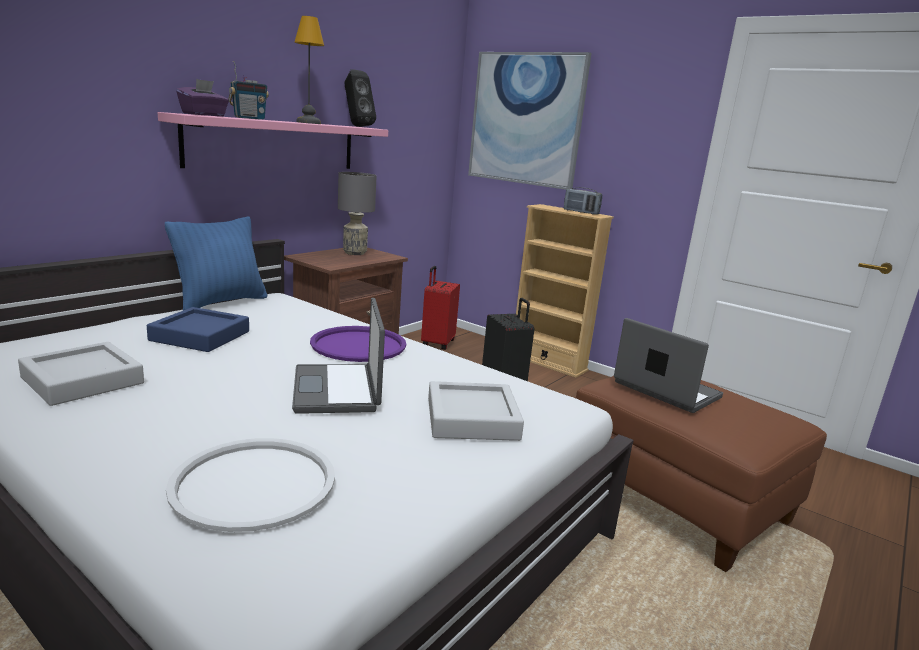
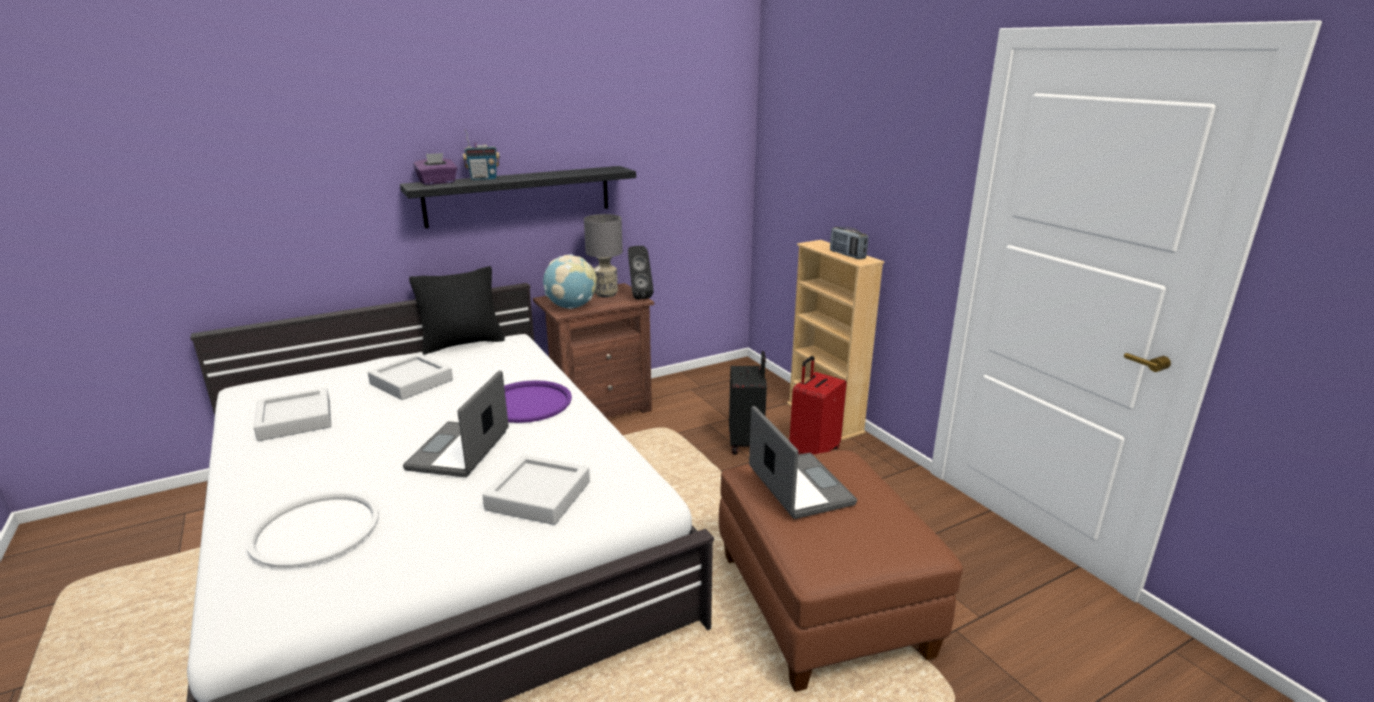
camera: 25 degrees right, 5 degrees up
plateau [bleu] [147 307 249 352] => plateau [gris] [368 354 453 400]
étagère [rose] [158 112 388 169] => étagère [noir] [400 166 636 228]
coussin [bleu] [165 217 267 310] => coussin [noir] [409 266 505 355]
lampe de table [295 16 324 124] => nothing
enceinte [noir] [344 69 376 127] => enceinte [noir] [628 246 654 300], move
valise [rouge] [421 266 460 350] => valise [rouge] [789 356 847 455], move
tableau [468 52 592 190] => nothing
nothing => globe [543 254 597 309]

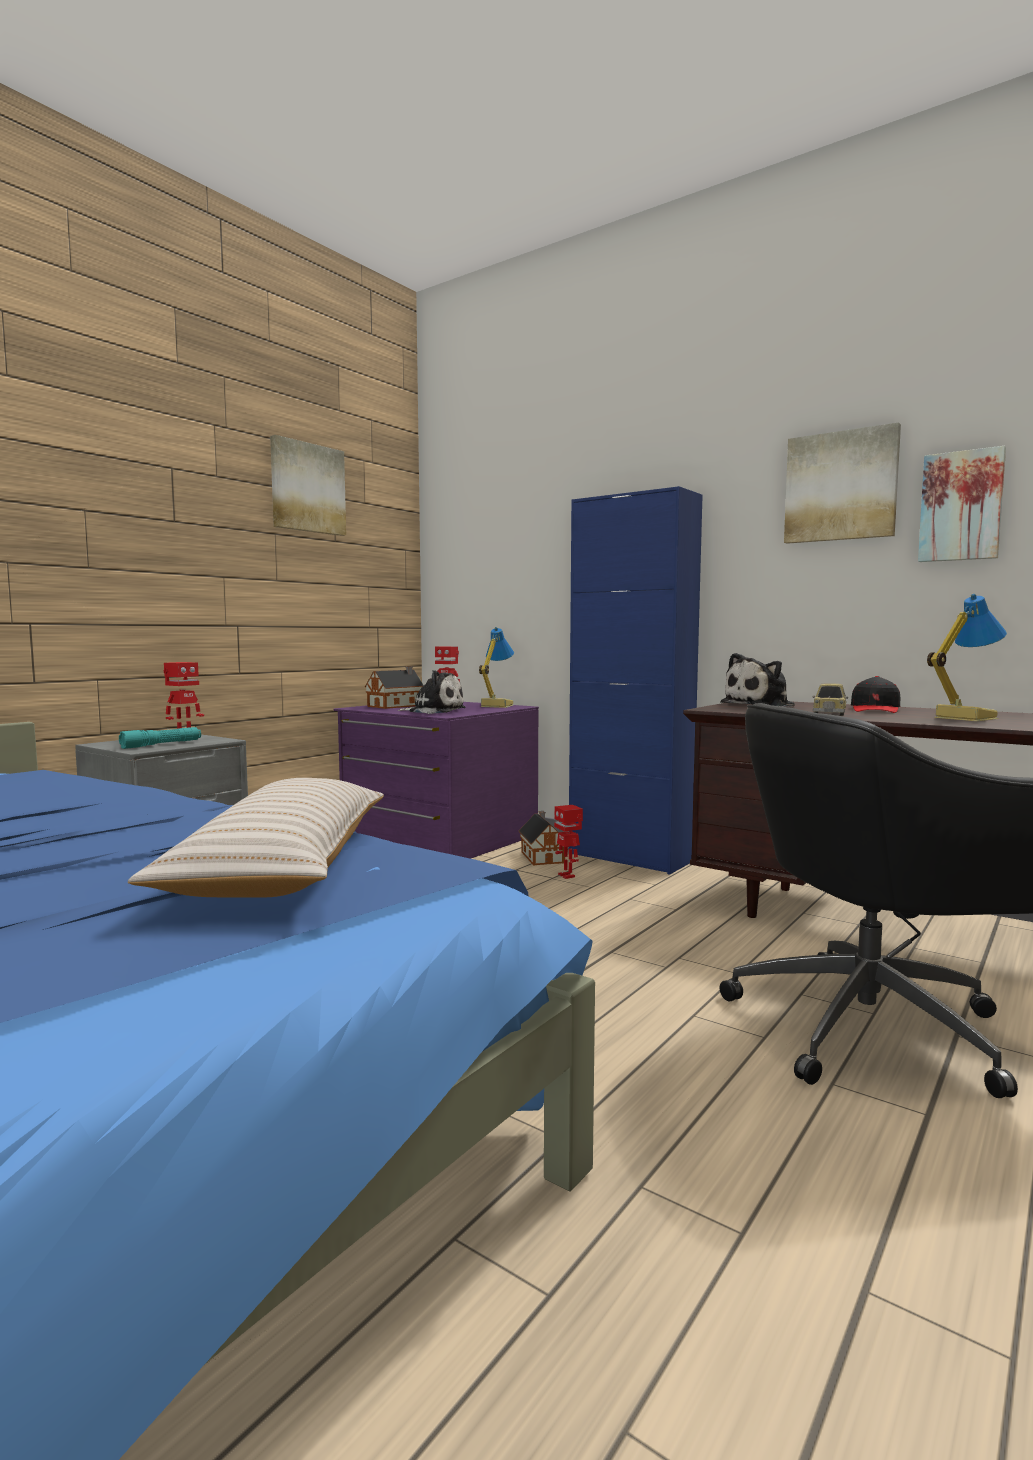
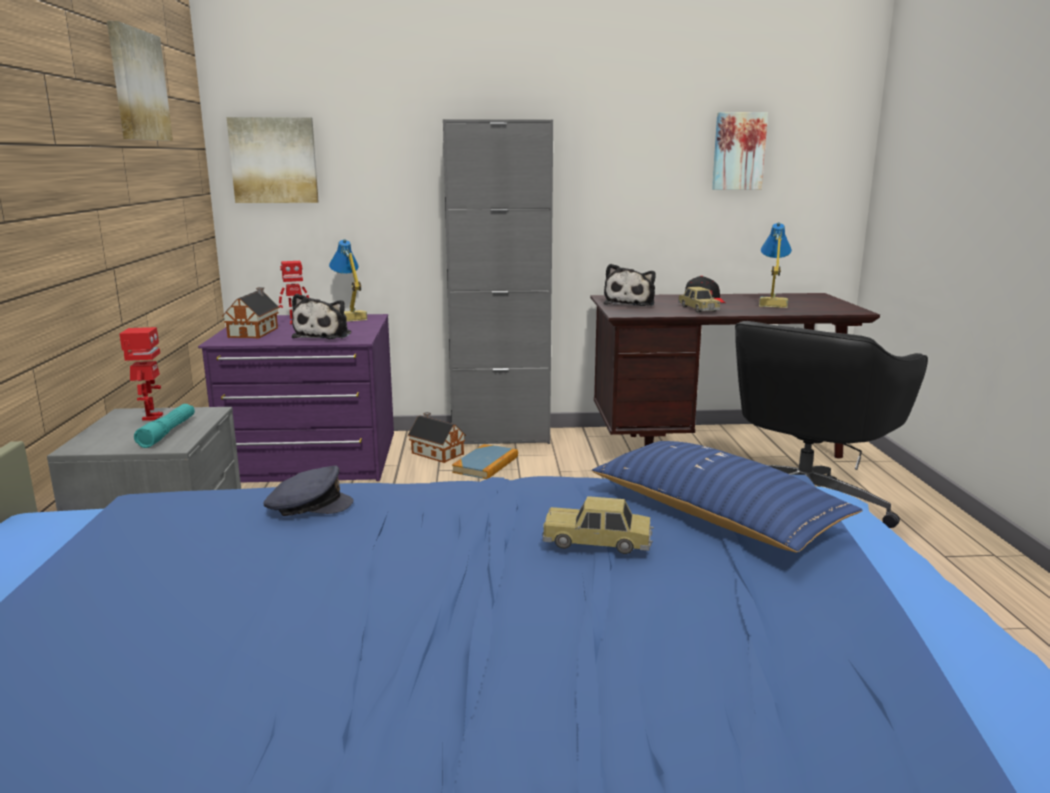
camera: 40 degrees left, 10 degrees up
coussin [beige] [128 778 384 898] => coussin [bleu] [592 441 863 552]
peluche [398 670 465 714] => peluche [292 294 351 339], 120 degrees clockwise
robot jouet [554 805 583 879] => livre [452 444 518 479]
meuble de rangement [bleu] [569 486 703 875] => meuble de rangement [gris] [443 119 553 444]
tableau [784 422 901 544] => tableau [227 117 319 203], move
nothing => casquette [gris] [263 465 353 516]
nothing => petite voiture [542 496 654 554]

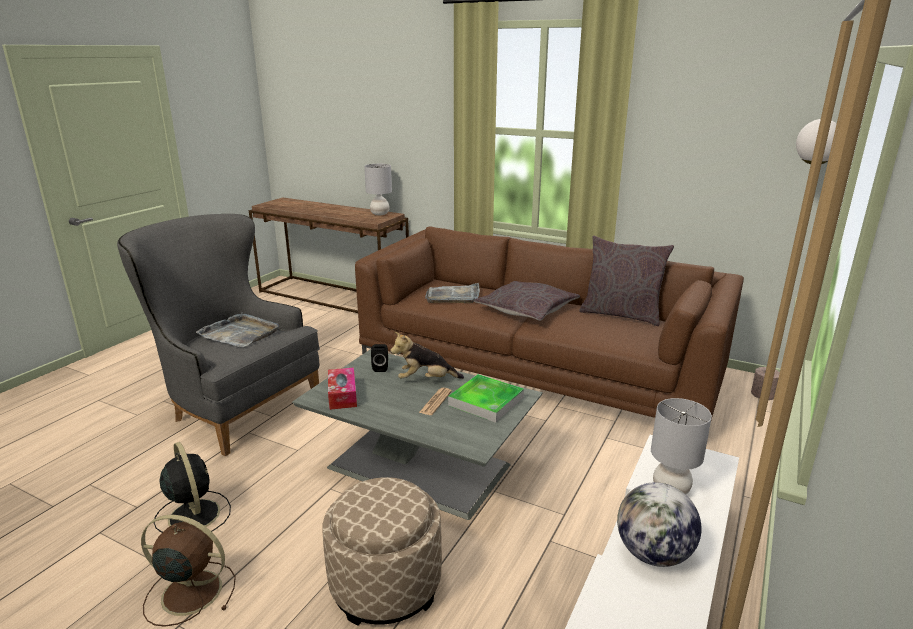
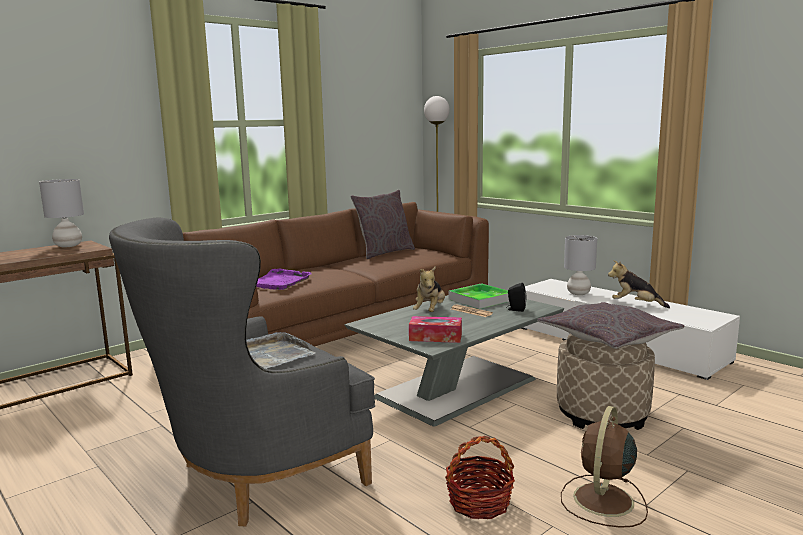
camera: 70 degrees left, 10 degrees down
ventilateur [noir] [154 442 231 533] => panier [445 436 515 519]
enceinte [noir] [371 344 388 372] => enceinte [noir] [506 283 526 312], move
plateau [gris] [425 283 480 303] => plateau [violet] [256 269 312 290]
coussin [gris] [474 281 580 321] => coussin [gris] [537 302 685 349], move
globe [617 482 701 567] => peluche [608 260 670 308]

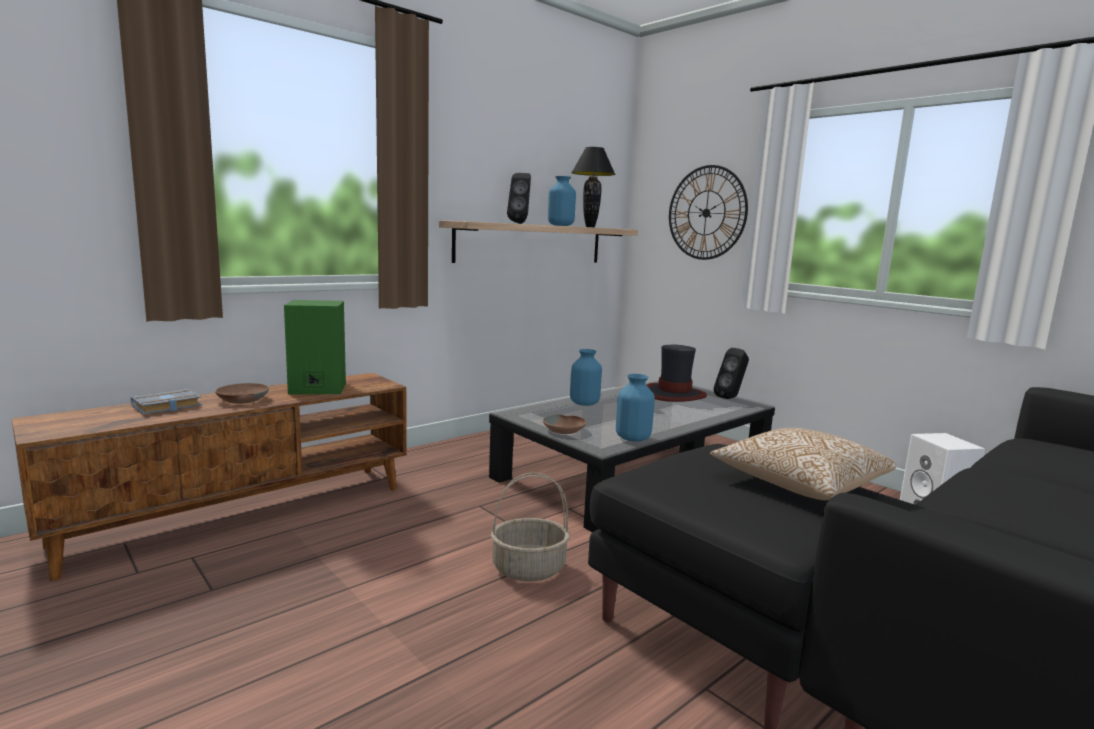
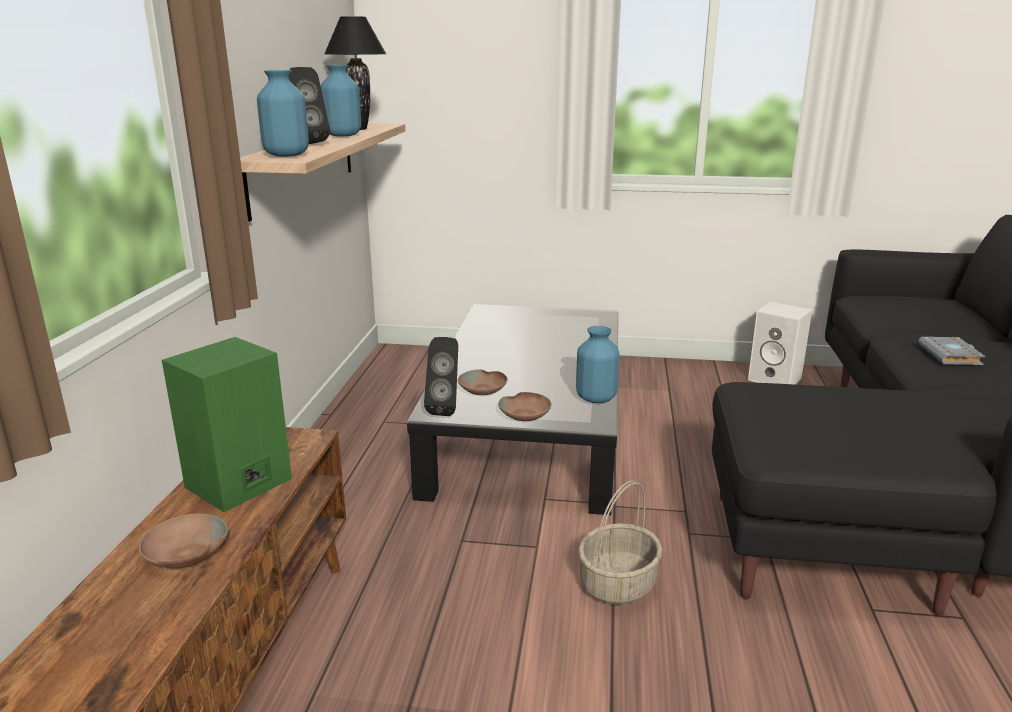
camera: 40 degrees left, 10 degrees up
livre [gris] [131 389 202 415] => livre [gris] [918 336 985 365], move
vase [bleu] [570 349 602 406] => vase [bleu] [257 70 309 157], move
chapeau [646 345 707 402] => nothing
horloge murale [669 165 748 260] => nothing
coussin [710 428 896 500] => nothing
enceinte [noir] [714 348 749 399] => enceinte [noir] [424 337 458 416], move
nothing => bol [marron] [458 369 507 395]

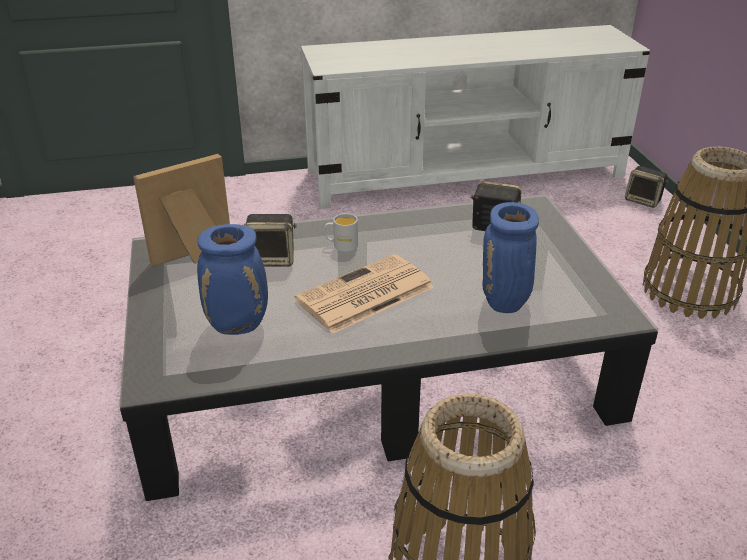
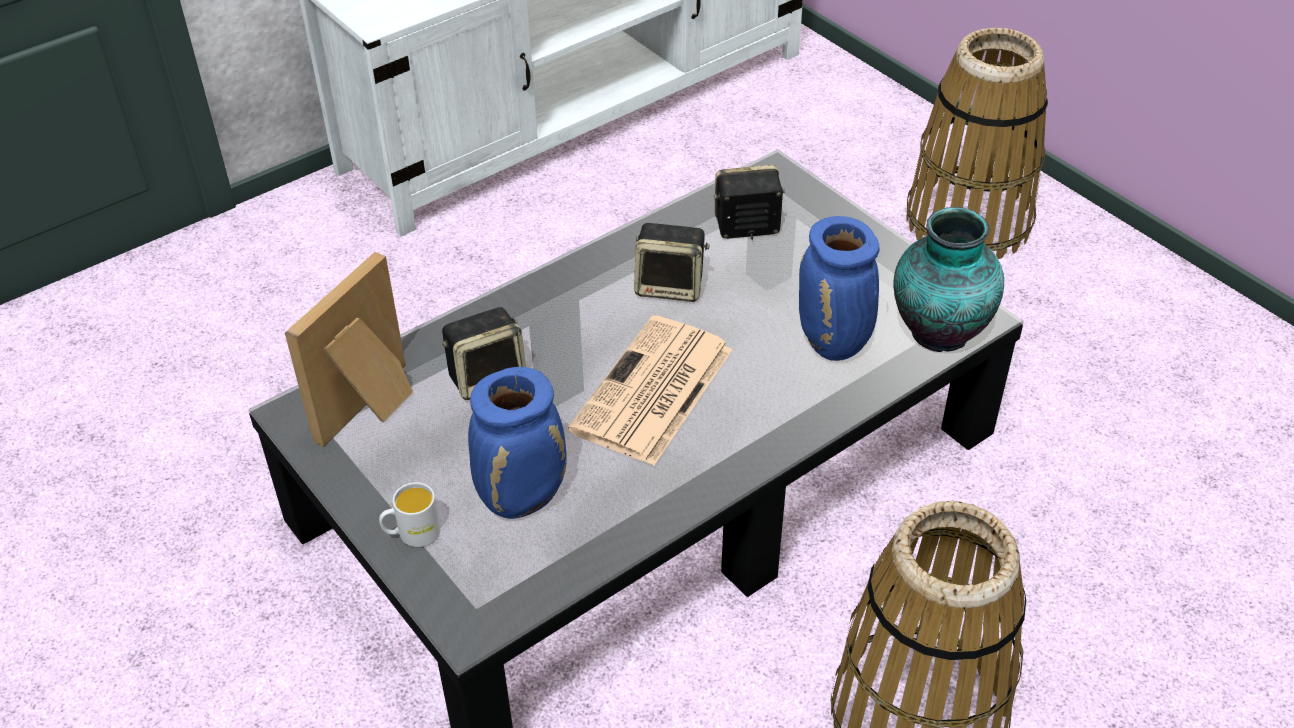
camera: 25 degrees left, 10 degrees up
mug [blanc] [324 213 358 252] => mug [blanc] [379 482 440 547], move
enceinte [625 166 669 208] => enceinte [634 223 709 302], move
nothing => vase [893 207 1004 352]

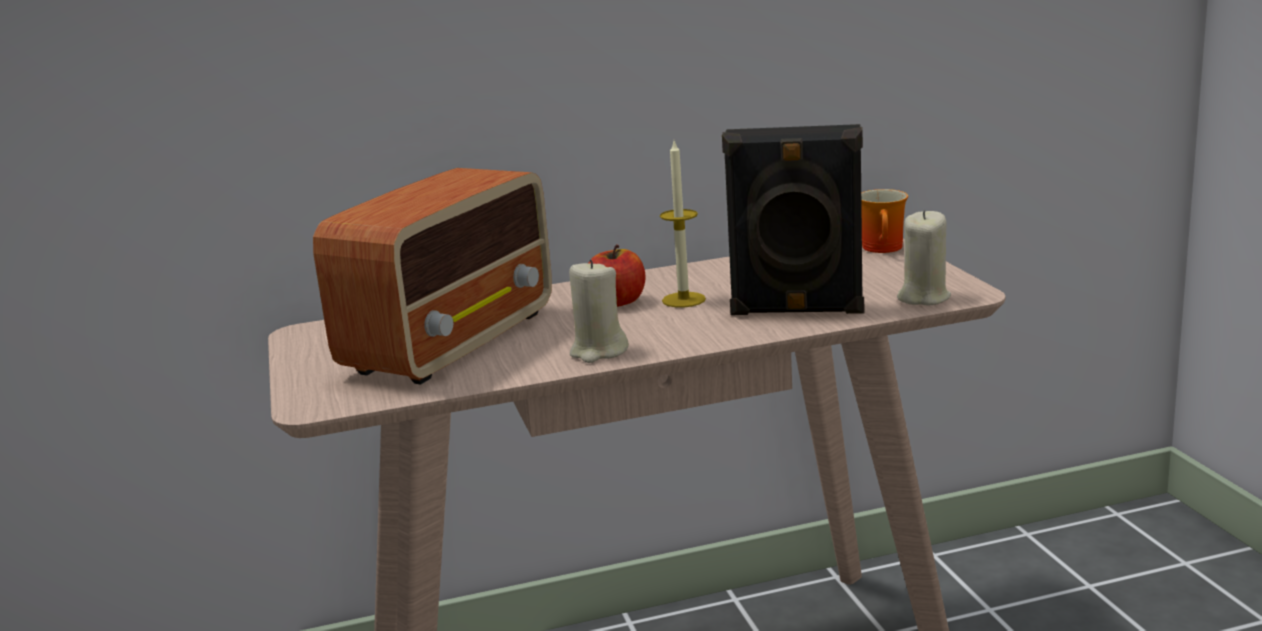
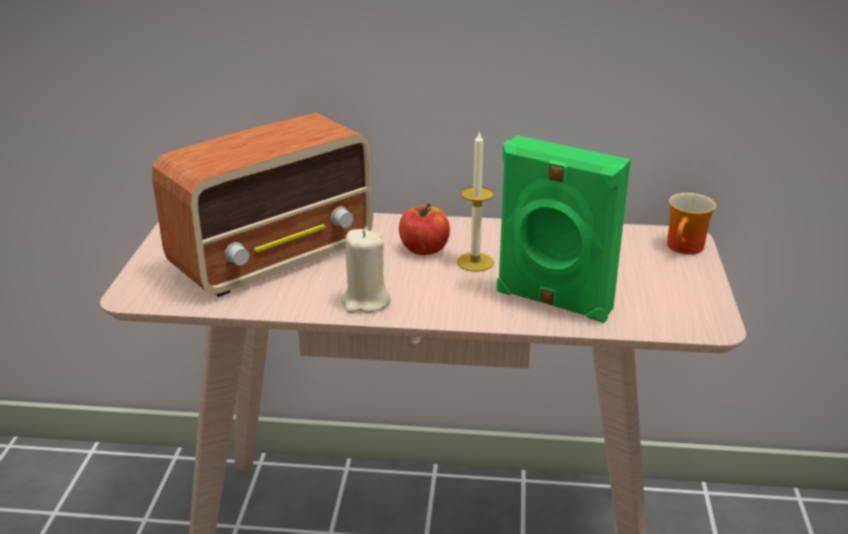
camera: 20 degrees right, 10 degrees up
enceinte [noir] [722 124 864 315] => enceinte [vert] [497 135 631 323]
bougie [beige] [897 210 951 306] => nothing

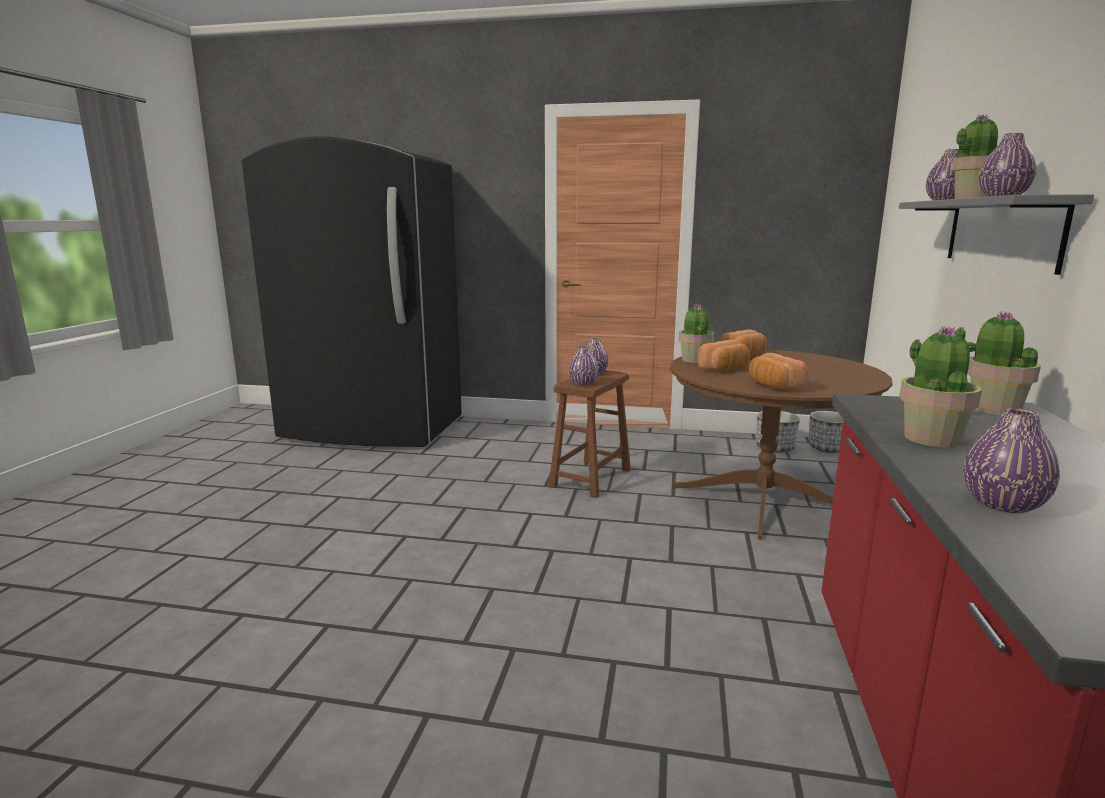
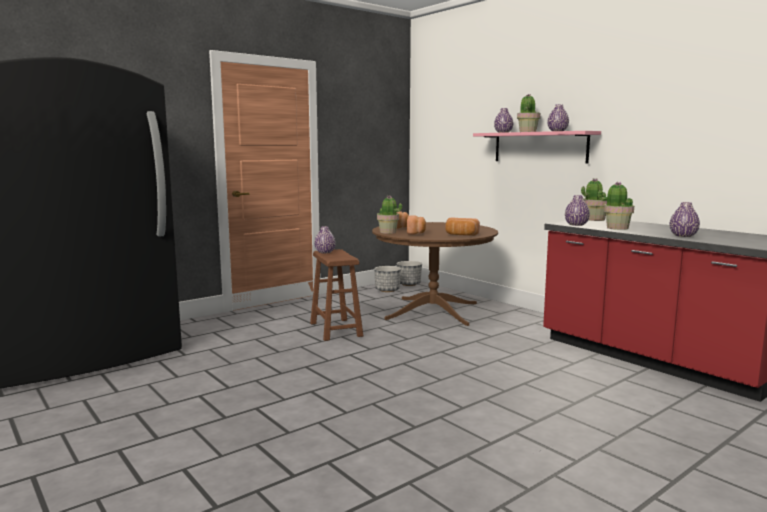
camera: 50 degrees left, 5 degrees down
vase [violet] [568 346 599 386] => vase [violet] [565 195 590 226], move
étagère [gris] [899 194 1094 275] => étagère [rose] [473 131 601 164]

